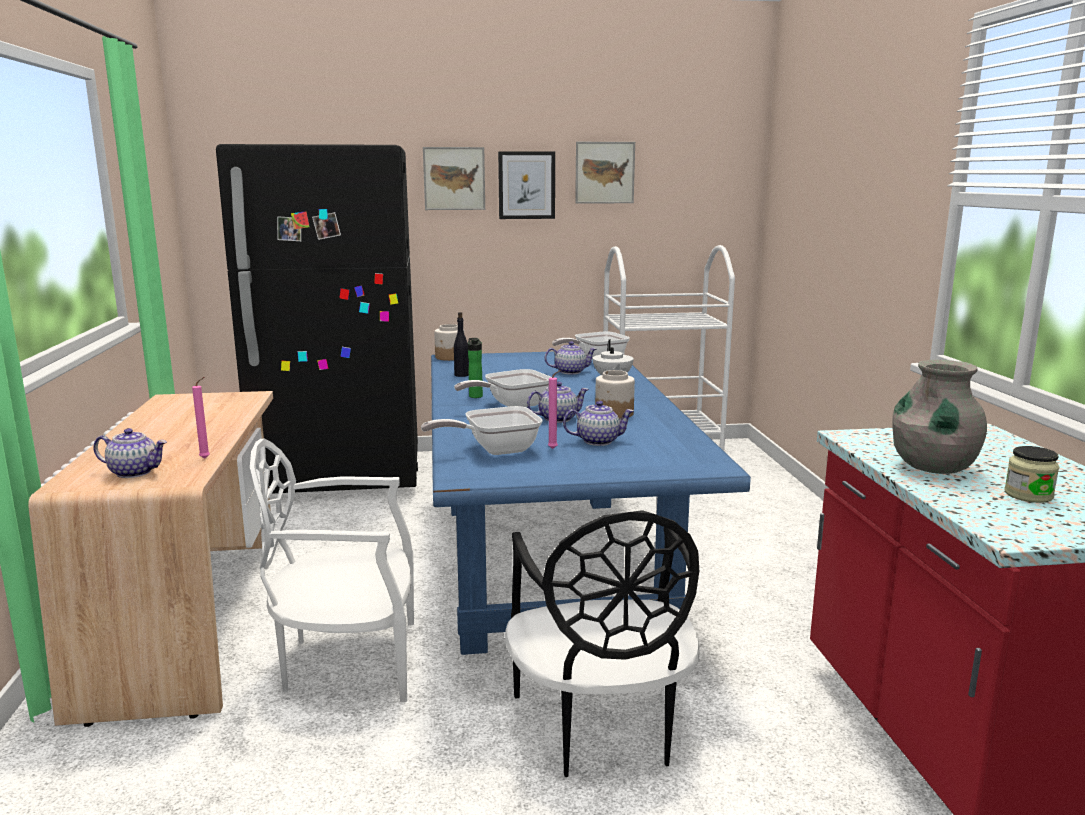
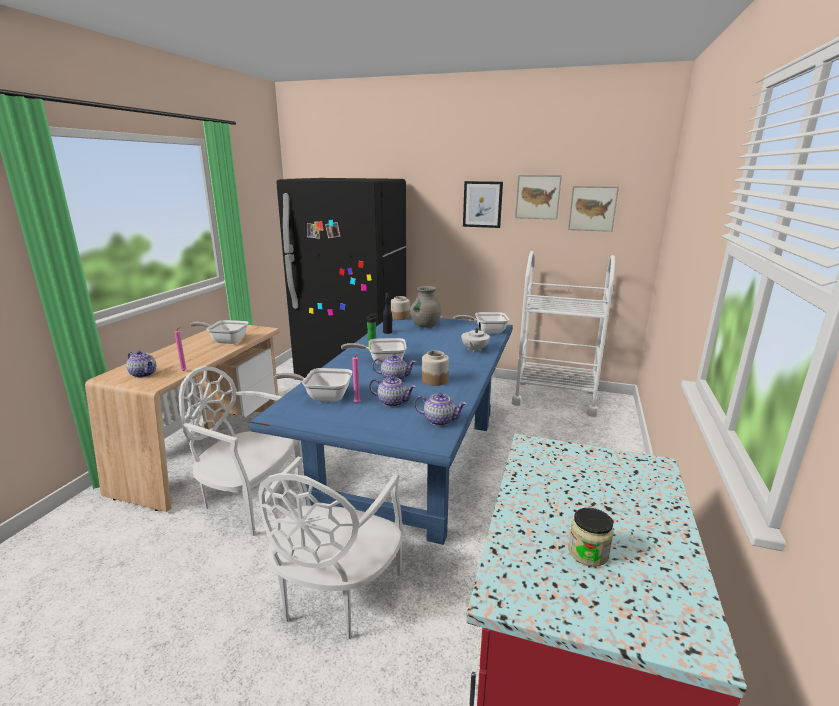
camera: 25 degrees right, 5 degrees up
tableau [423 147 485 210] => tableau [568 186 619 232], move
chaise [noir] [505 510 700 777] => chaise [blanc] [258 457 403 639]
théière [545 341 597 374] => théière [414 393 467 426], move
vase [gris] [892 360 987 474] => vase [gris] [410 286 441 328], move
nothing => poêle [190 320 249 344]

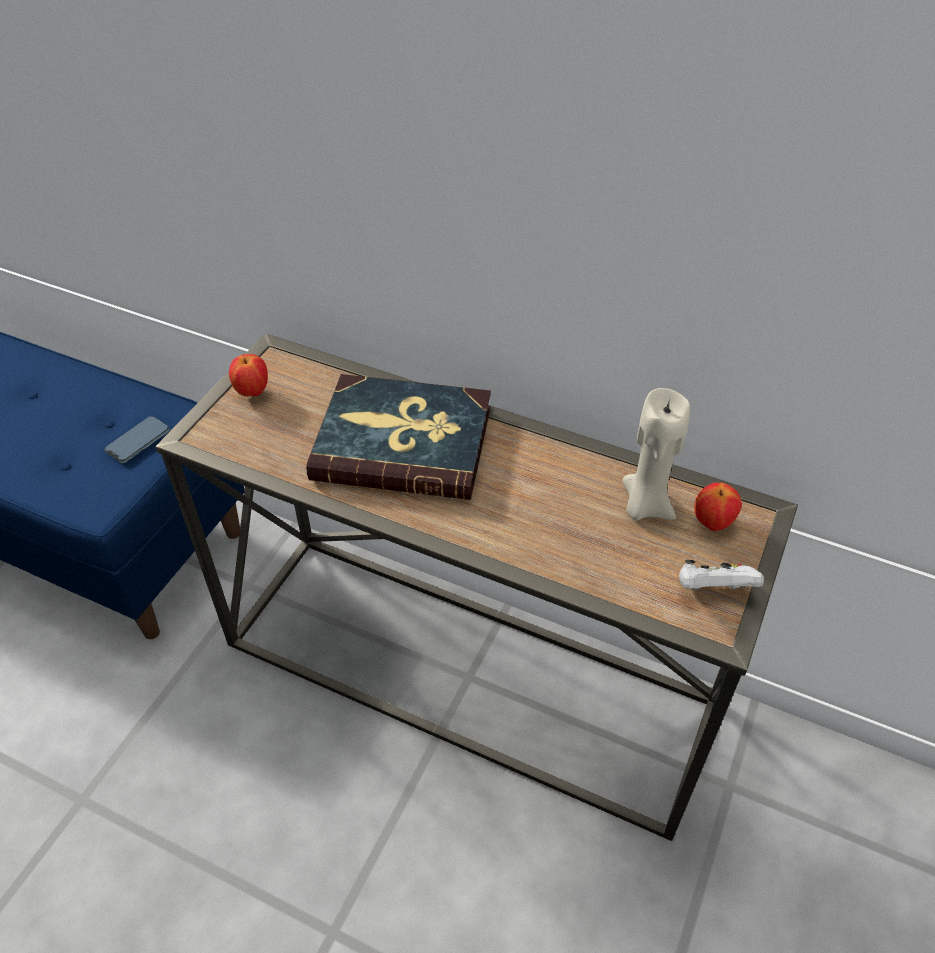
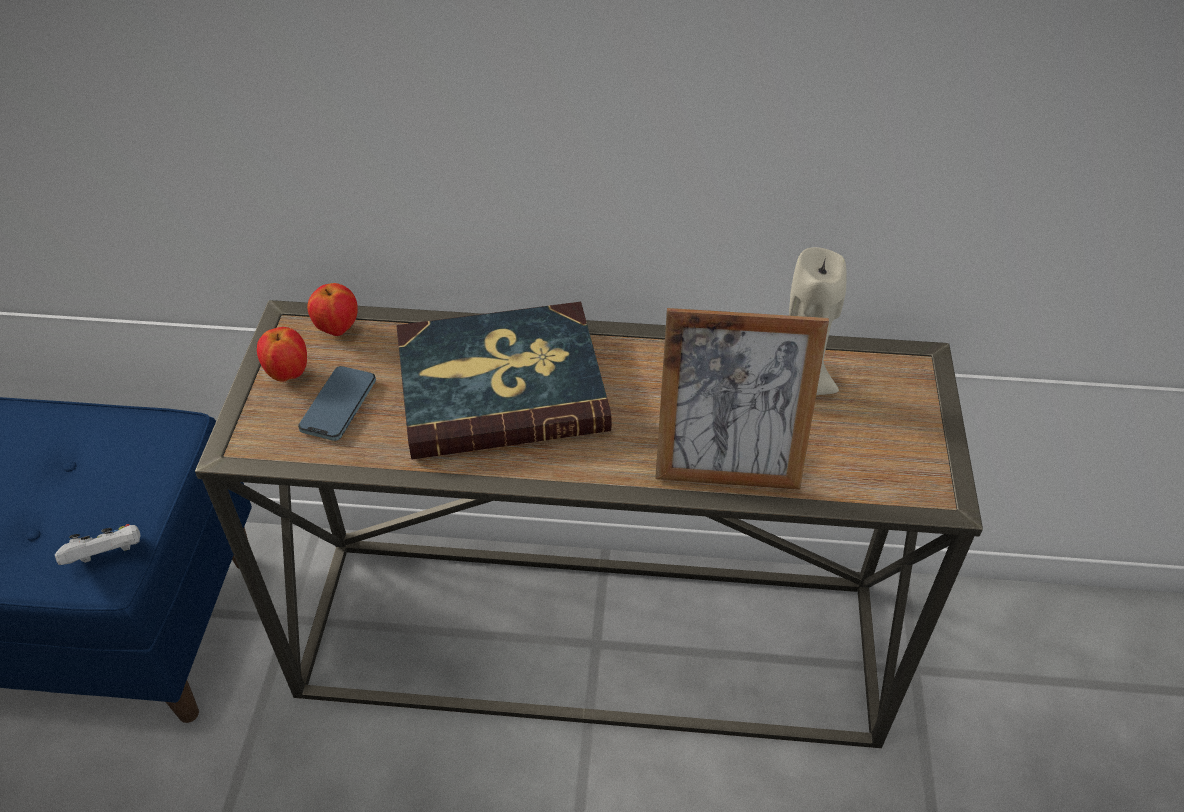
camera: 20 degrees left, 0 degrees up
téléphone [104 416 170 463] => téléphone [298 366 376 441], move
manette [blanc] [679 560 764 590] => manette [blanc] [55 524 140 565], move
pomme [694 483 742 531] => pomme [307 283 358 336], move
nothing => cadre photo [655 308 829 490]

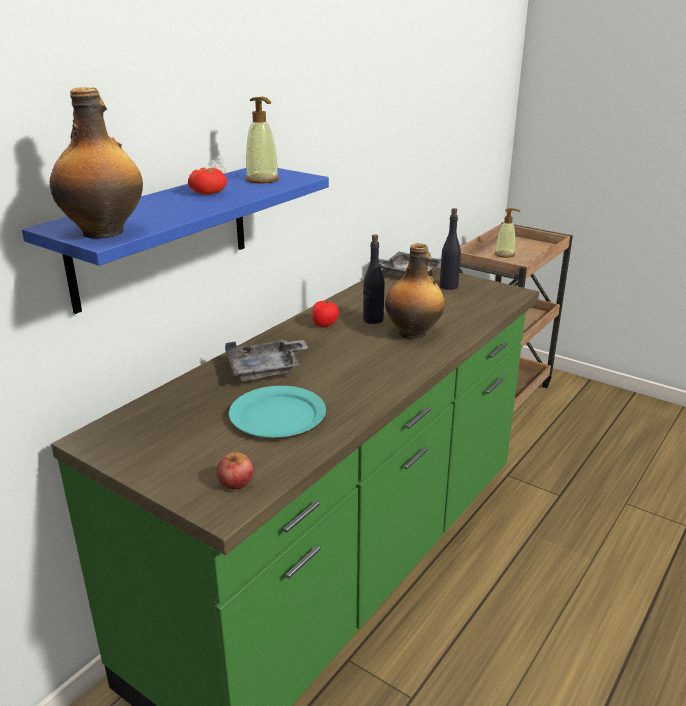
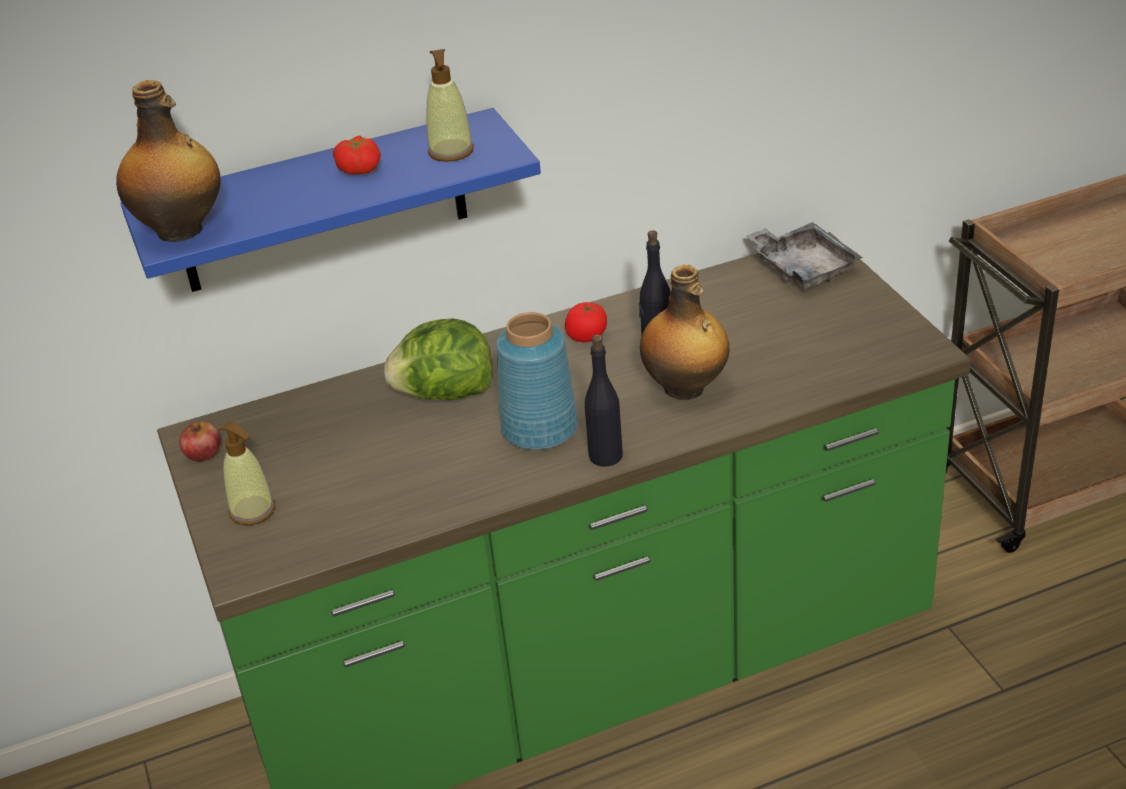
camera: 35 degrees right, 10 degrees up
pomme [216 451 254 489] => pomme [179 421 220 461], move
plateau [gris] [225 339 308 381] => laitue [384 318 493 400]
assiette [turquoise] [229 386 326 437] => nothing
bouteille [noir] [440 208 461 290] => bouteille [noir] [585 334 623 467], move
distributeur de savon [495 208 521 258] => distributeur de savon [219 421 275 525], move
nothing => vase [bleu] [496 312 578 450]

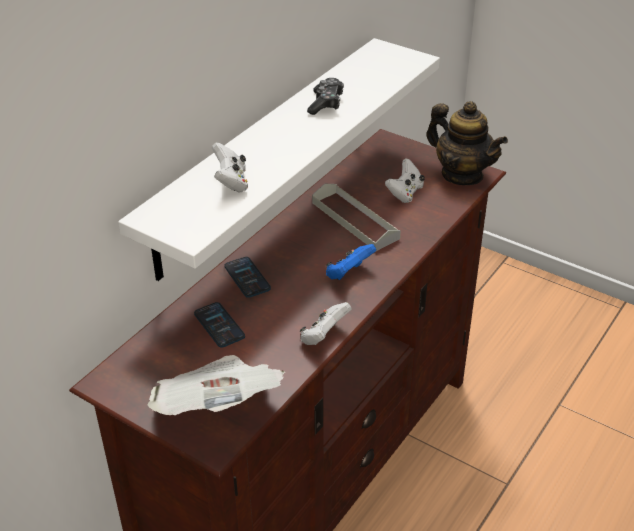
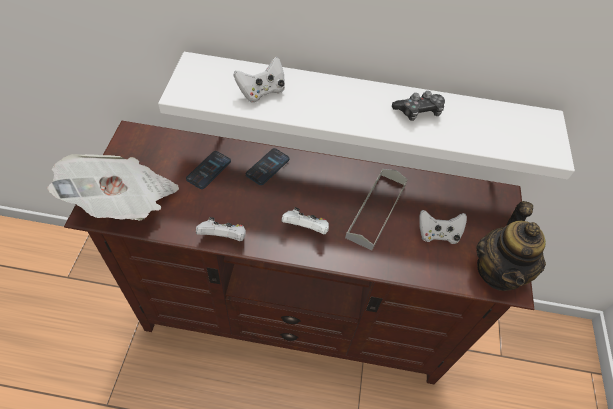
camera: 60 degrees right, 15 degrees up
manette [bleu] [326 244 376 280] => manette [blanc] [282 207 329 234]

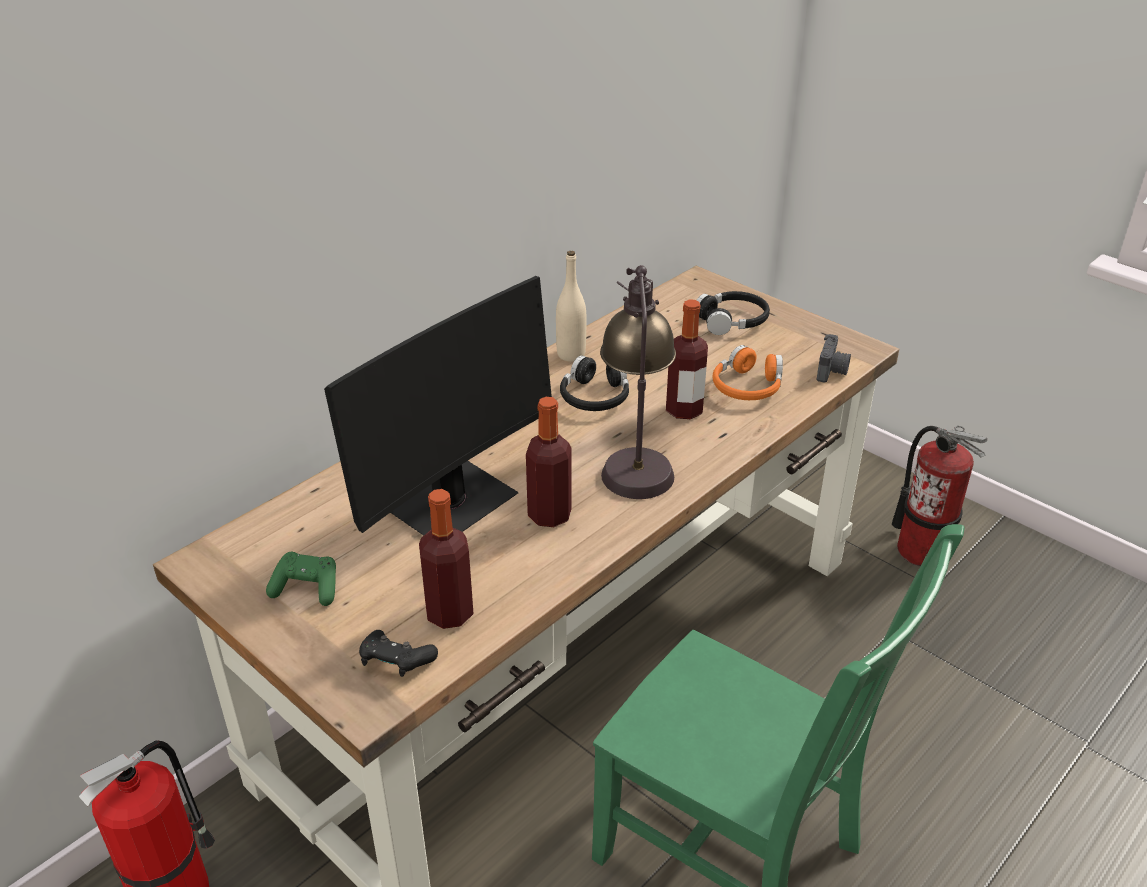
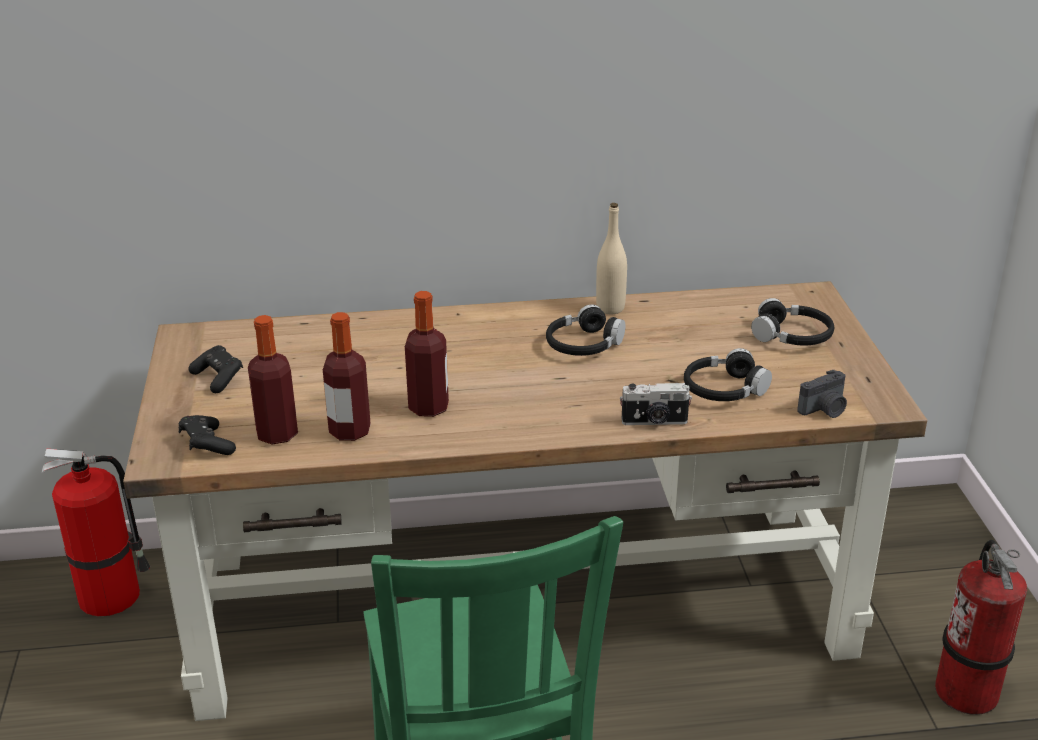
camera: 40 degrees right, 5 degrees down
manette [vert] [266 552 336 606] => manette [noir] [189 345 243 393]
écran d'ordinateur [324 276 552 536] => nothing
lampe de table [600 265 676 499] => nothing
bouteille [666 299 708 419] => bouteille [323 312 371 441], move
casque audio [orange] [712 345 783 400] => casque audio [noir] [684 348 772 401]
nothing => appareil photo [620 383 692 425]

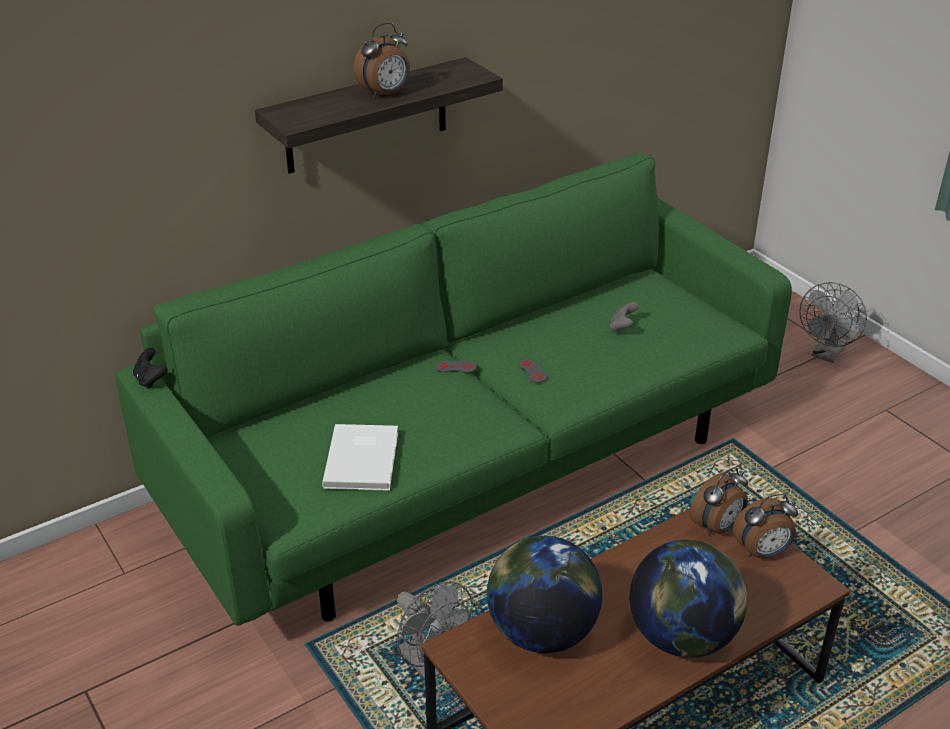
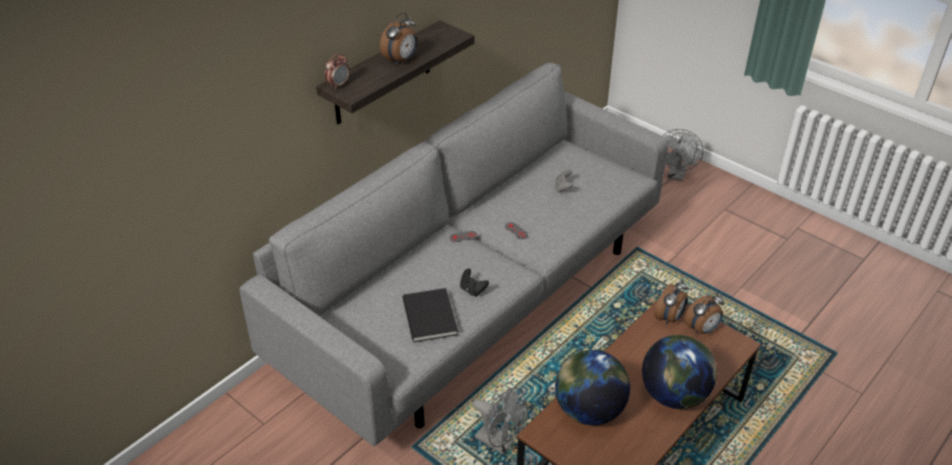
camera: 15 degrees left, 5 degrees up
canapé [vert] [115 154 792 626] => canapé [gris] [239 63 668 446]
manette [noir] [133 348 168 389] => manette [noir] [460 269 489 297], move
livre [blanc] [322 424 398 491] => livre [noir] [403 288 458 342]
nothing => réveil [325 53 350 90]

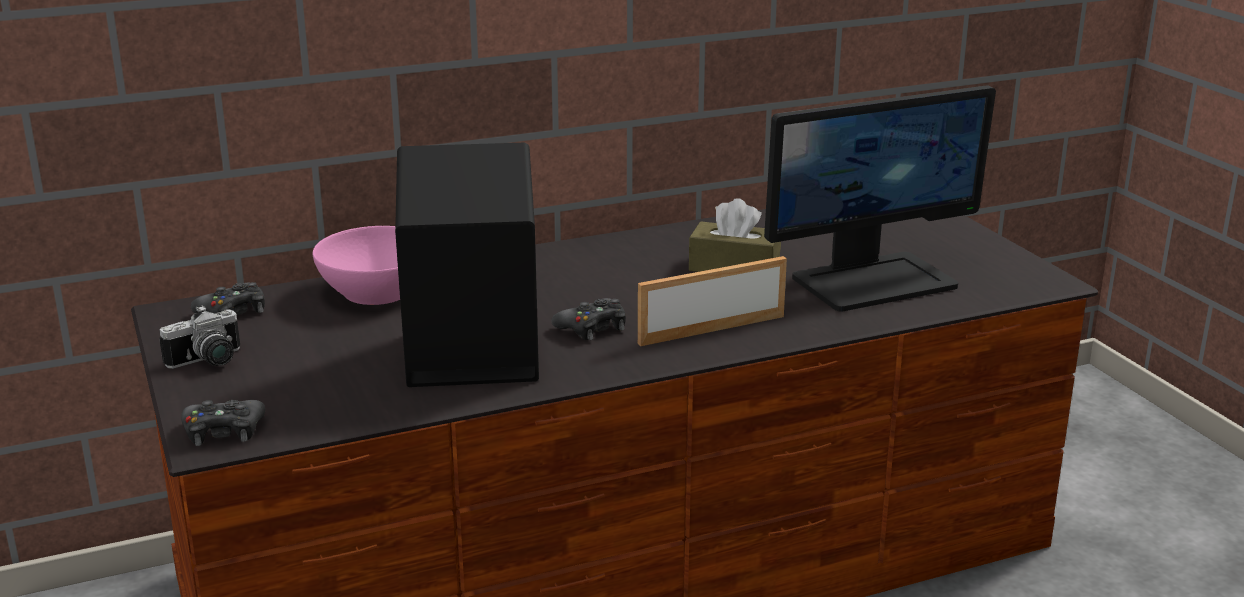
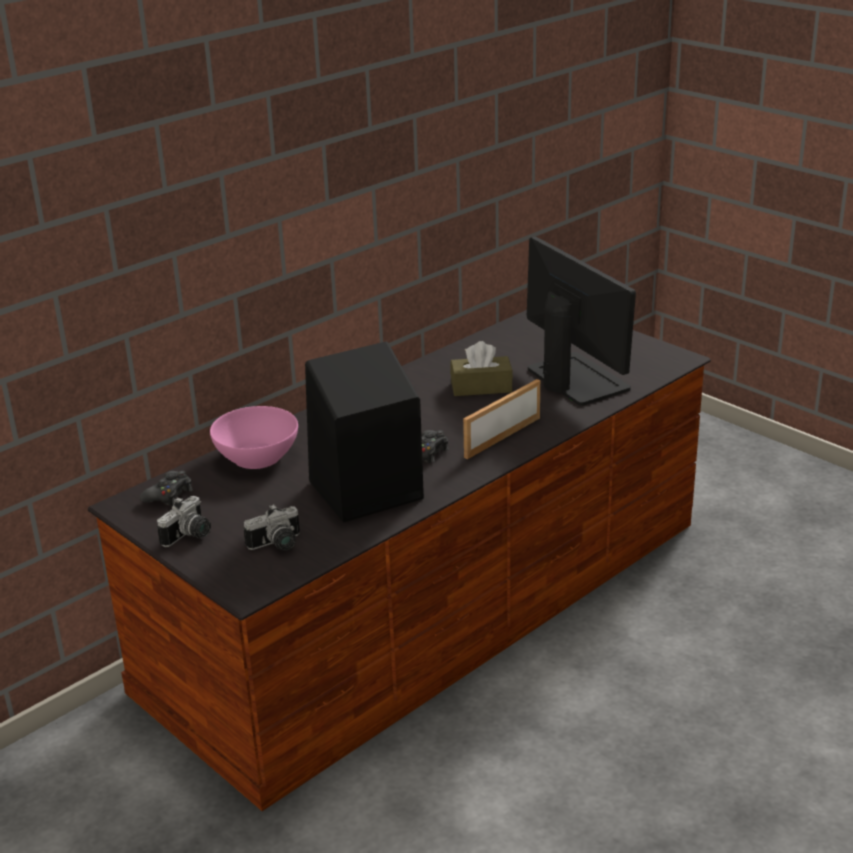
camera: 20 degrees left, 5 degrees up
manette [noir] [181 400 265 446] => nothing
écran d'ordinateur [764 85 996 312] => écran d'ordinateur [527 237 636 406], 75 degrees counterclockwise
nothing => appareil photo [243 504 300 551]

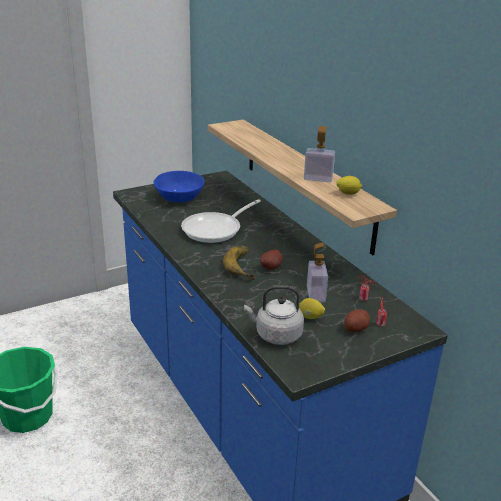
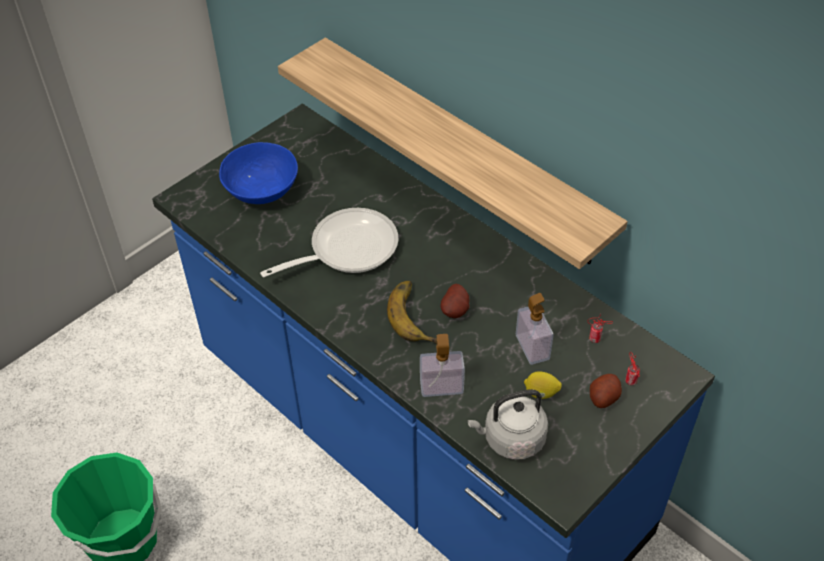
camera: 15 degrees left, 20 degrees up
poêle [181 199 261 243] => poêle [260 208 399 277], 150 degrees counterclockwise
distributeur de savon [304 126 335 183] => distributeur de savon [420 334 465 397], move
citron [336 176 362 195] => nothing

